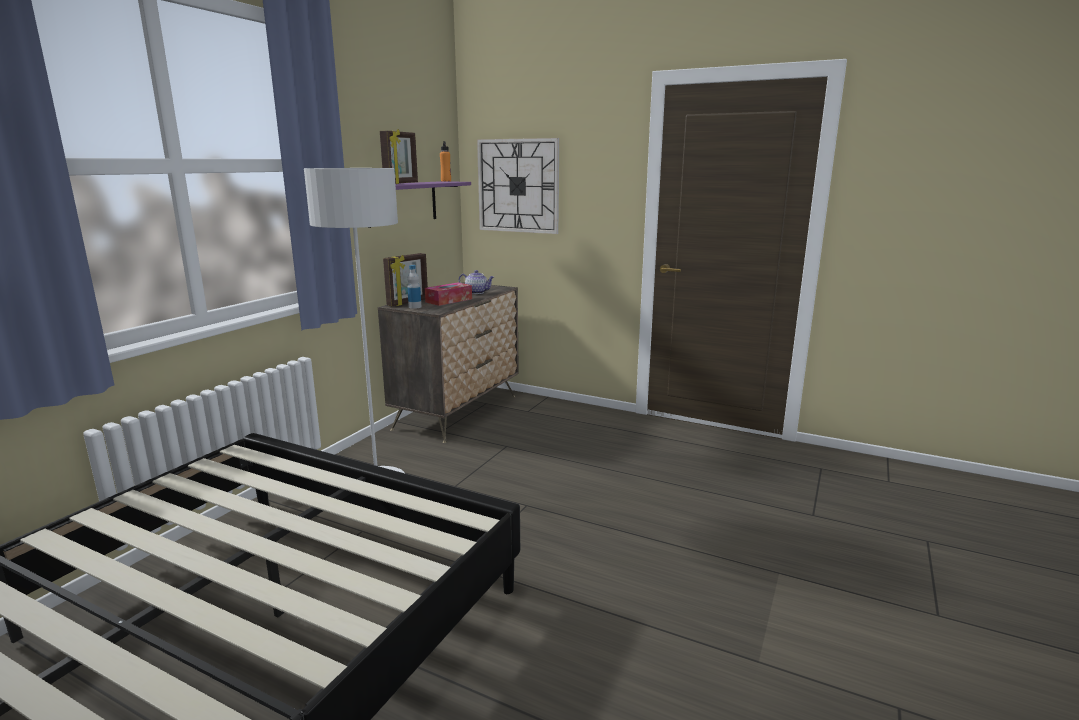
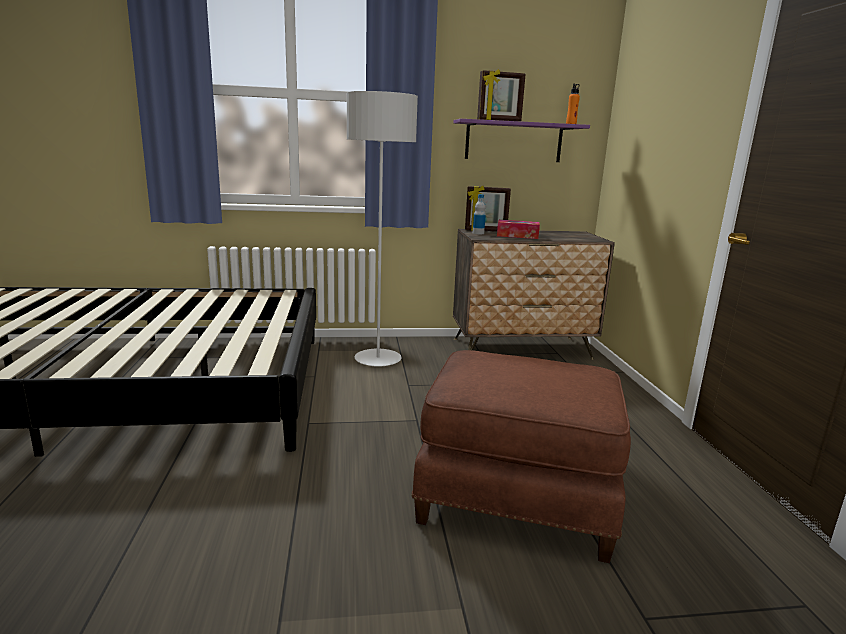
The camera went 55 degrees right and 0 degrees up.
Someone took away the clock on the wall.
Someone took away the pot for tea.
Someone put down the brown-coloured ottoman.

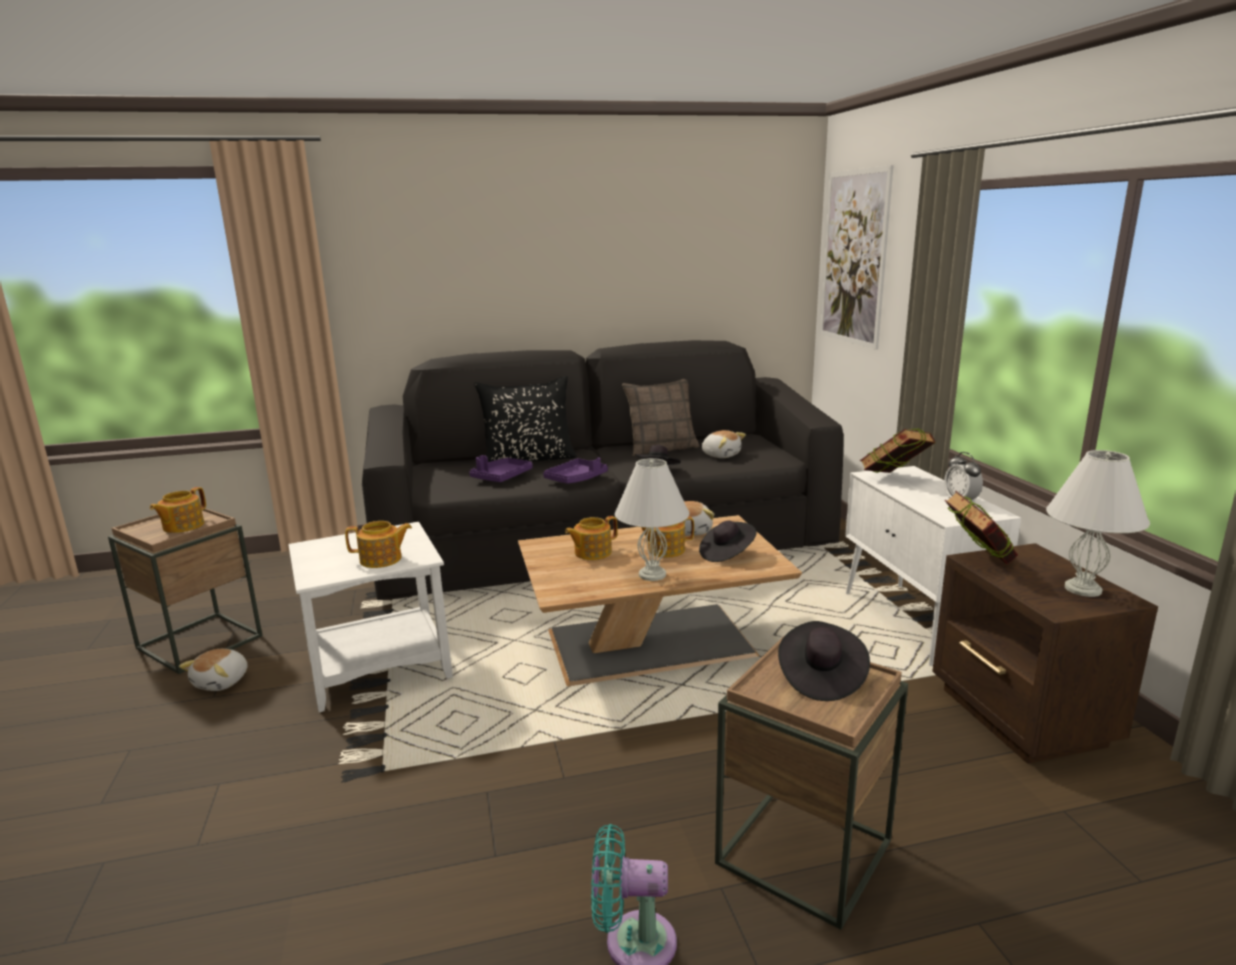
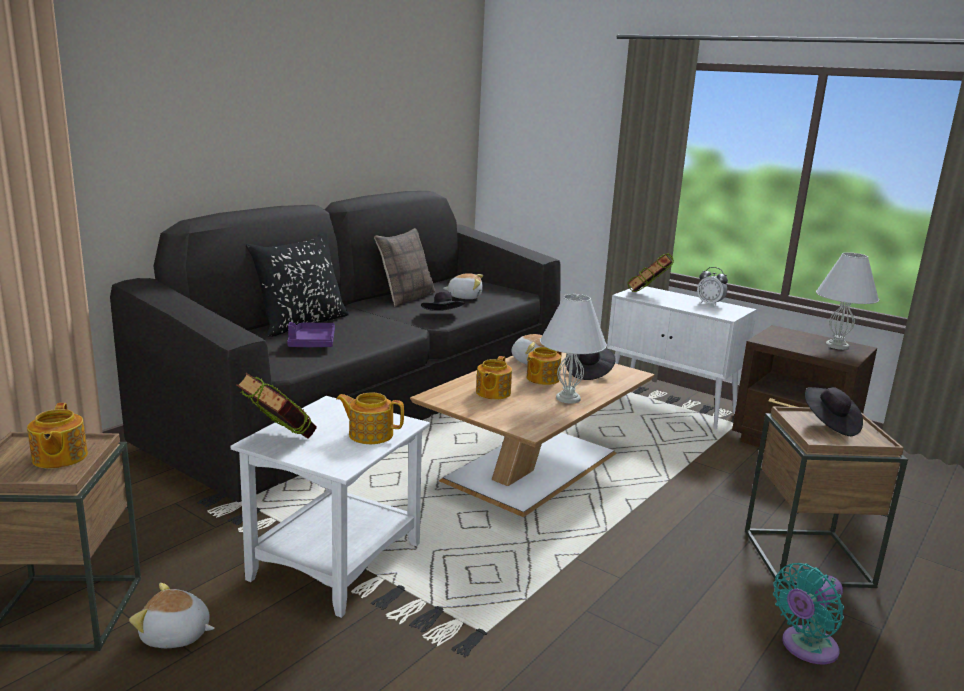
The camera went 40 degrees left and 0 degrees up.
Someone took away the wall picture.
Someone took away the purple serving tray (no. 2 from left).
Someone carried the volume (no. 2 from left in the first image).
Someone rotated the pot for tea (no. 2 from left) by 120 degrees counterclockwise.
Someone rotated the cuddly toy (no. 1 from left) by 120 degrees clockwise.

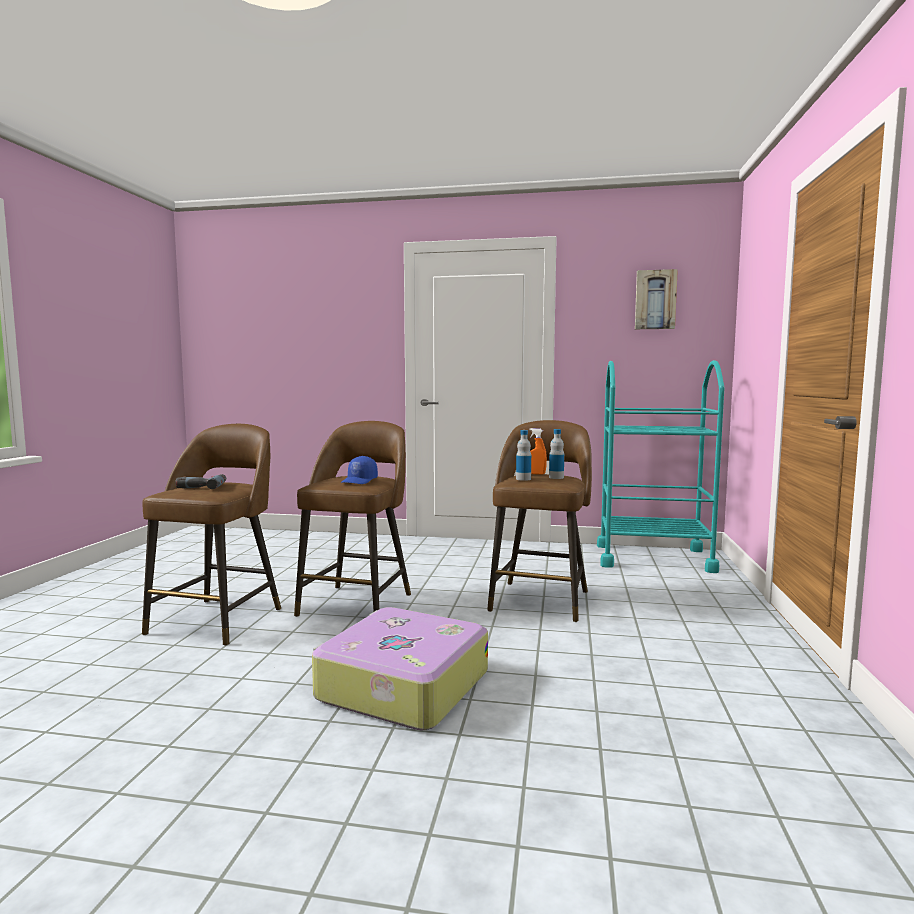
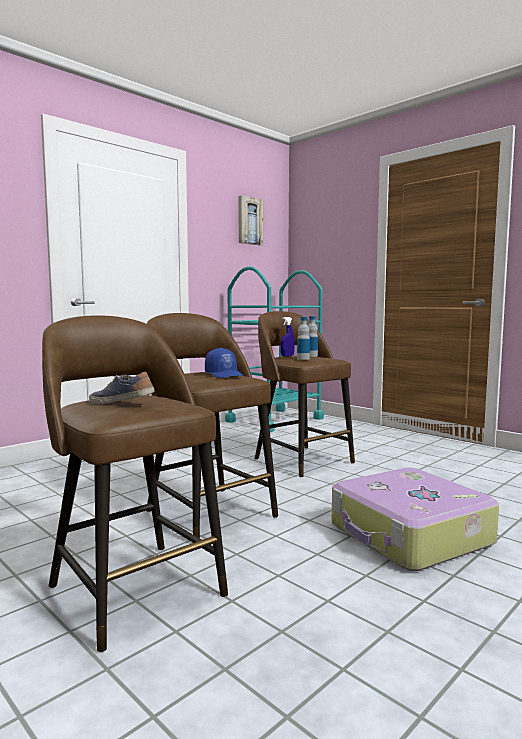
The camera went 55 degrees left and 0 degrees up.
Someone repainted the orangey spray bottle, which became the blue spray bottle.
Someone swapped the electric drill for the item of footwear.

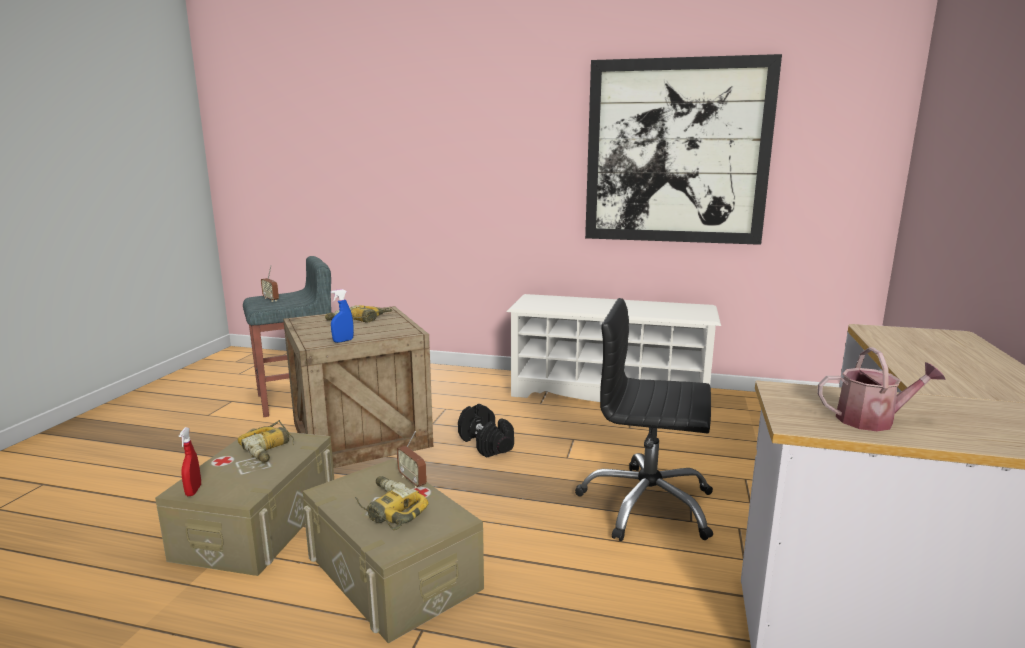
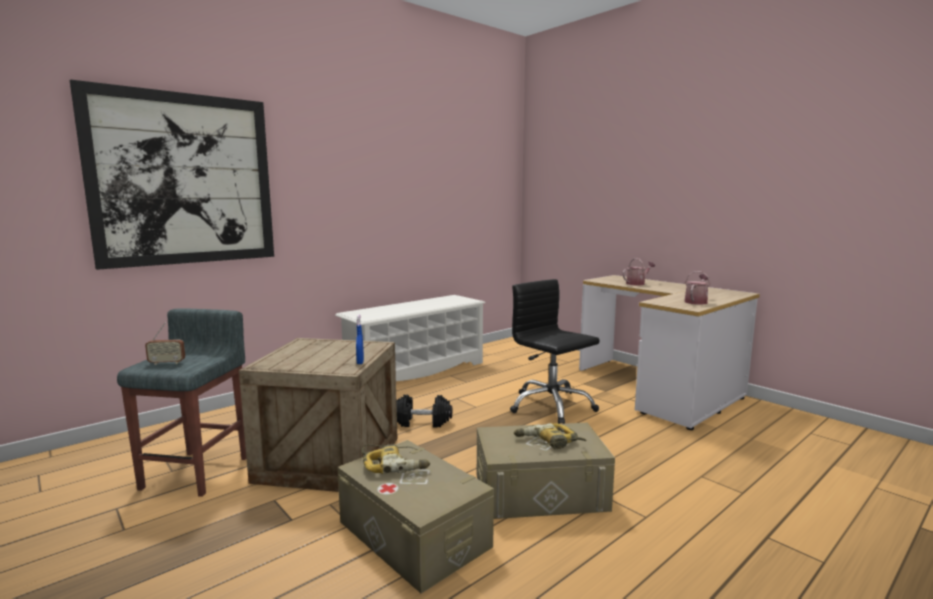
The camera went 55 degrees left and 5 degrees down.
Someone carried the wall picture.
Someone rotated the black desk chair by 90 degrees clockwise.
Someone took away the electric drill (no. 2 from left).
Someone took away the red spray bottle.
Someone took away the radio (no. 2 from left).
Someone put down the watering pot (no. 1 from left).

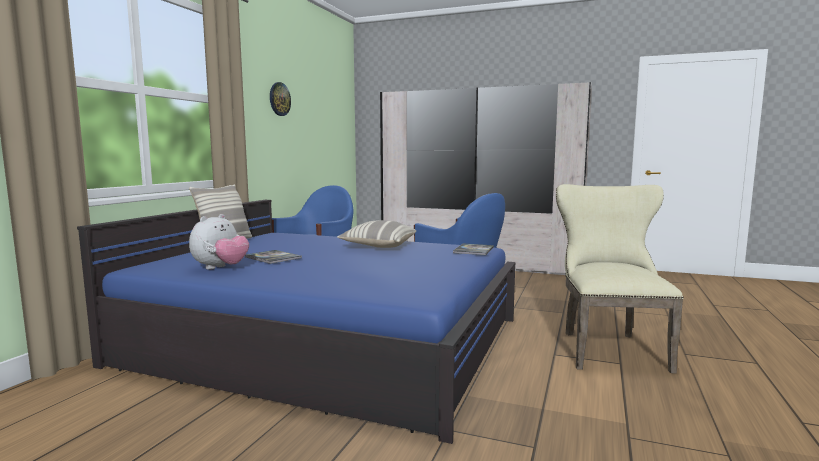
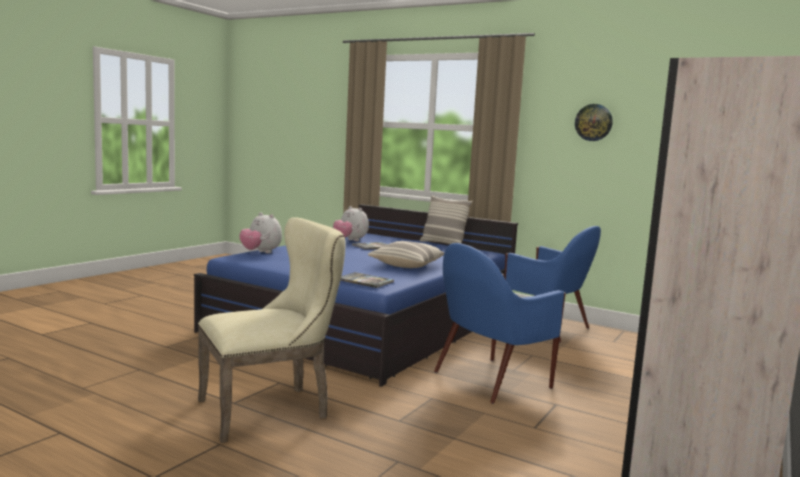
The camera went 100 degrees right and 0 degrees up.
Someone rotated the sand-coloured chair by 45 degrees counterclockwise.
Someone put down the cuddly toy (no. 1 from left).

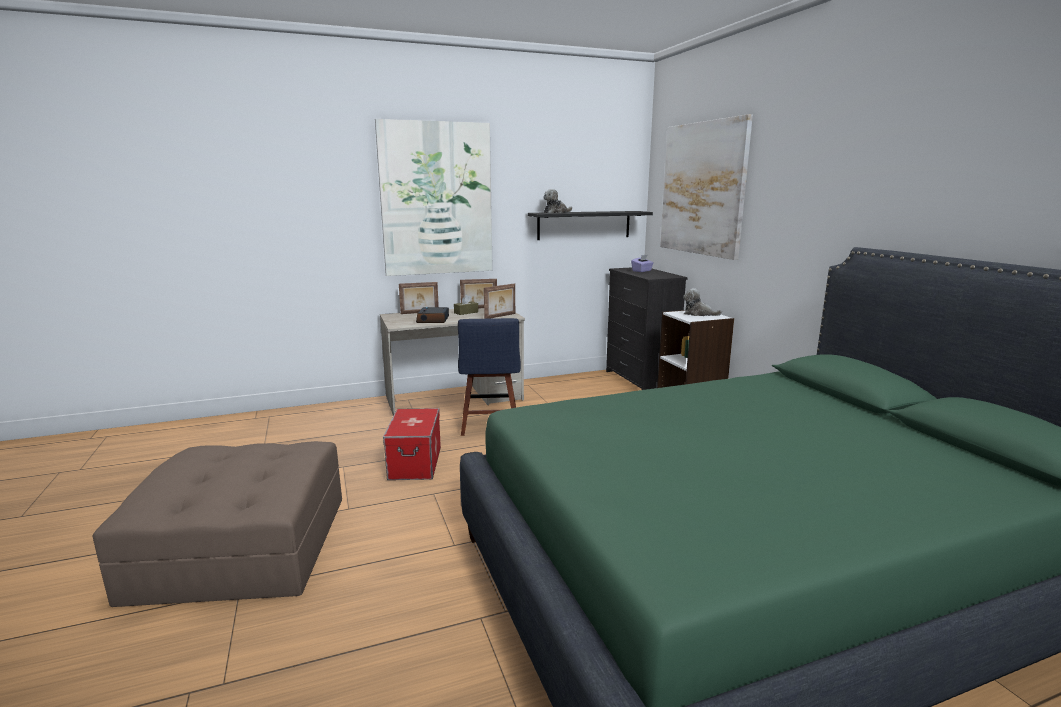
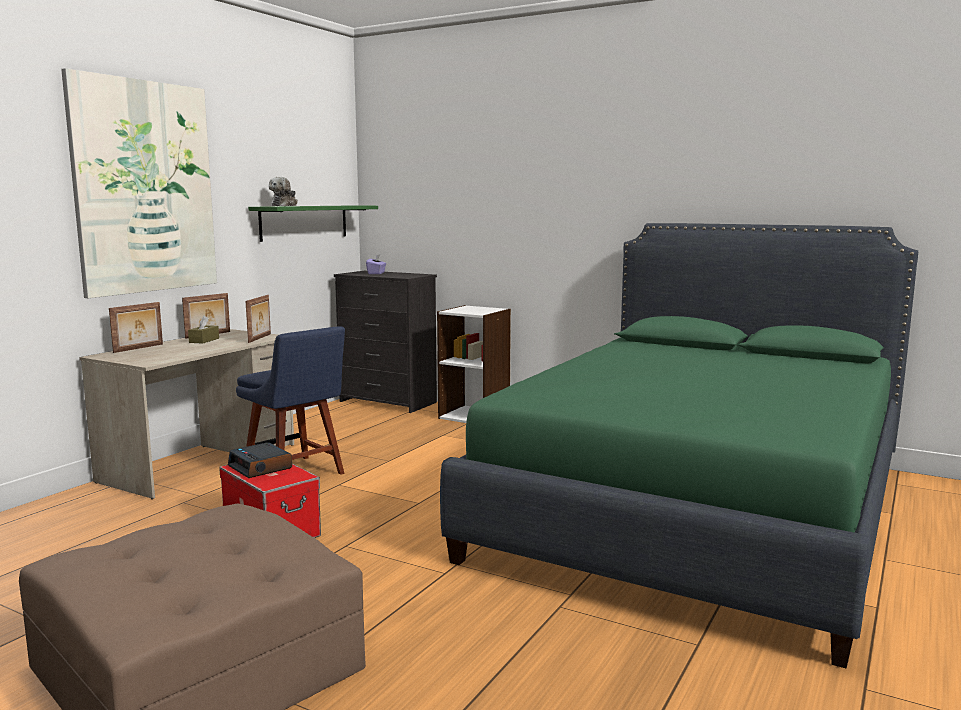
The camera went 40 degrees left and 5 degrees down.
Someone took away the wall picture (no. 2 from left).
Someone repainted the black wall shelf, which became the greenish wall shelf.
Someone took away the cuddly toy (no. 2 from left).
Someone carried the alarm clock.

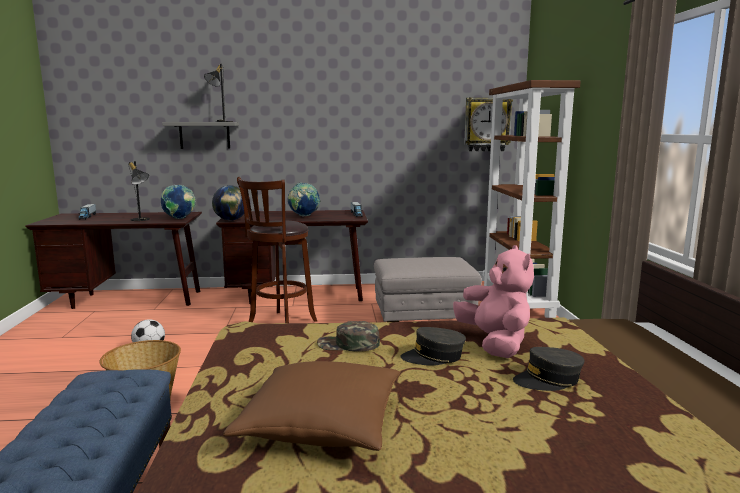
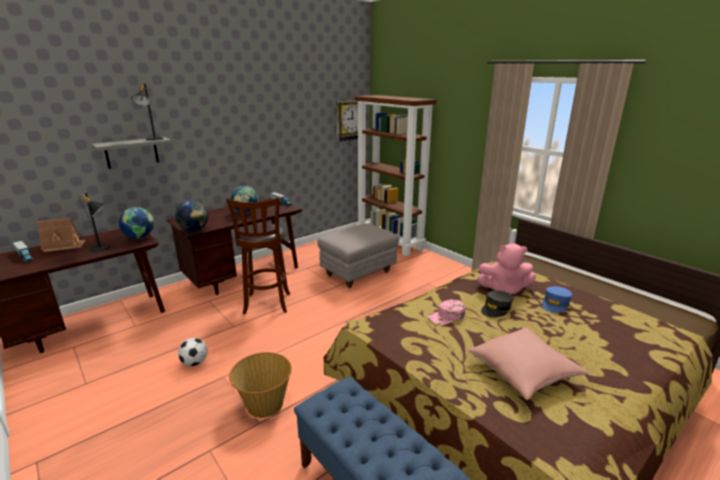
The camera went 35 degrees left and 10 degrees up.
Someone rotated the pink cuddly toy by 150 degrees clockwise.
Someone repainted the greenish baseball cap, which became the pink baseball cap.
Someone repainted the gray baseball cap (no. 2 from left), which became the blue baseball cap.
Someone repainted the brown-coloured throw pillow, which became the pink throw pillow.
Someone put down the toy house.

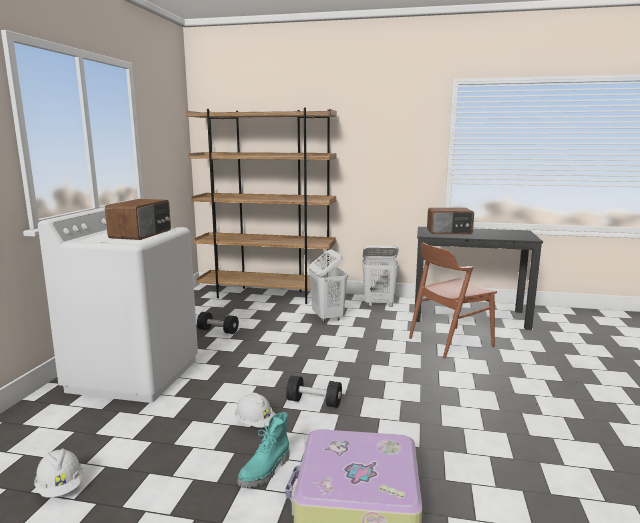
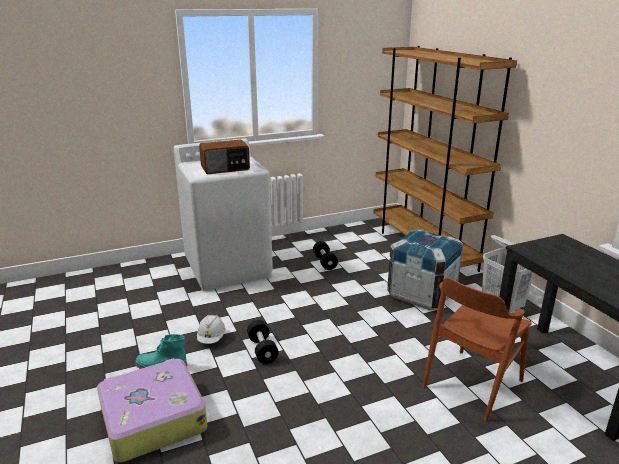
The camera went 55 degrees right and 10 degrees up.
Someone took away the radio (no. 2 from left).
Someone rotated the brown-coloured chair by 75 degrees counterclockwise.
Someone swapped the whitish laundry basket (no. 1 from left) for the packing crate.
Someone took away the whitish hard hat (no. 1 from left).

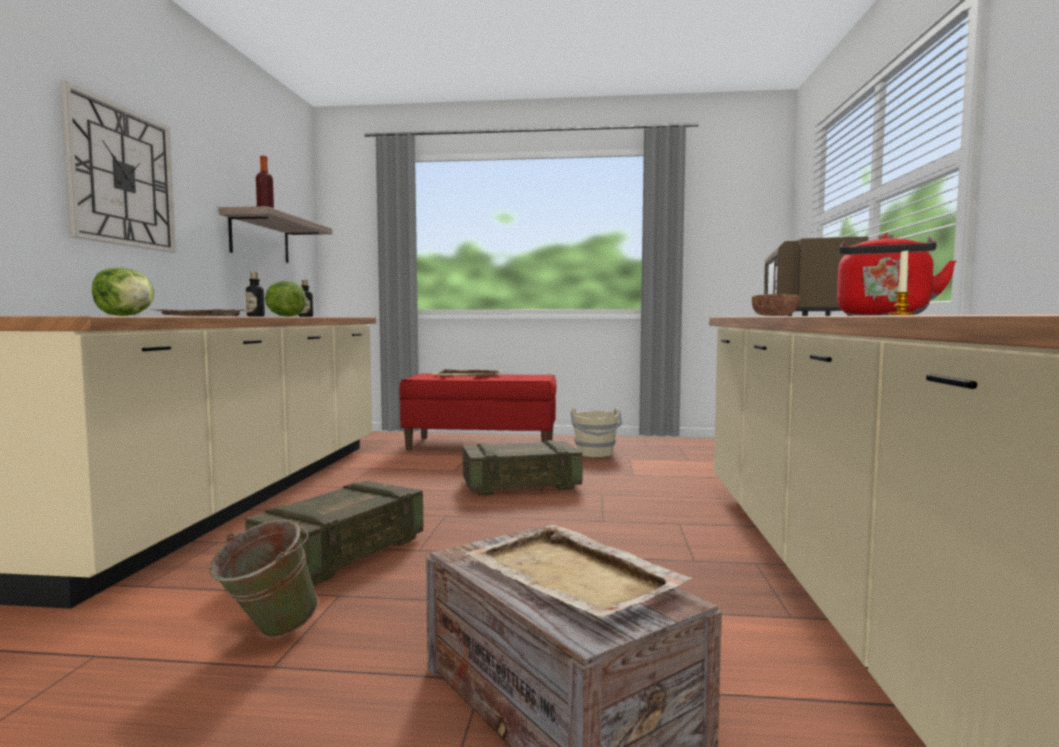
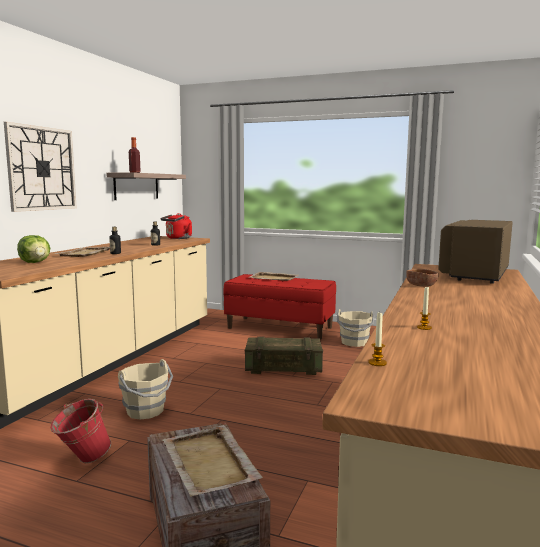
The camera went 15 degrees right and 5 degrees up.
Someone carried the red kettle.
Someone took away the head of lettuce (no. 2 from left).
Someone swapped the packing crate (no. 1 from left) for the sand-coloured pail (no. 1 from left).
Someone repainted the greenish pail, which became the red pail.
Someone put down the wax light (no. 1 from left).

